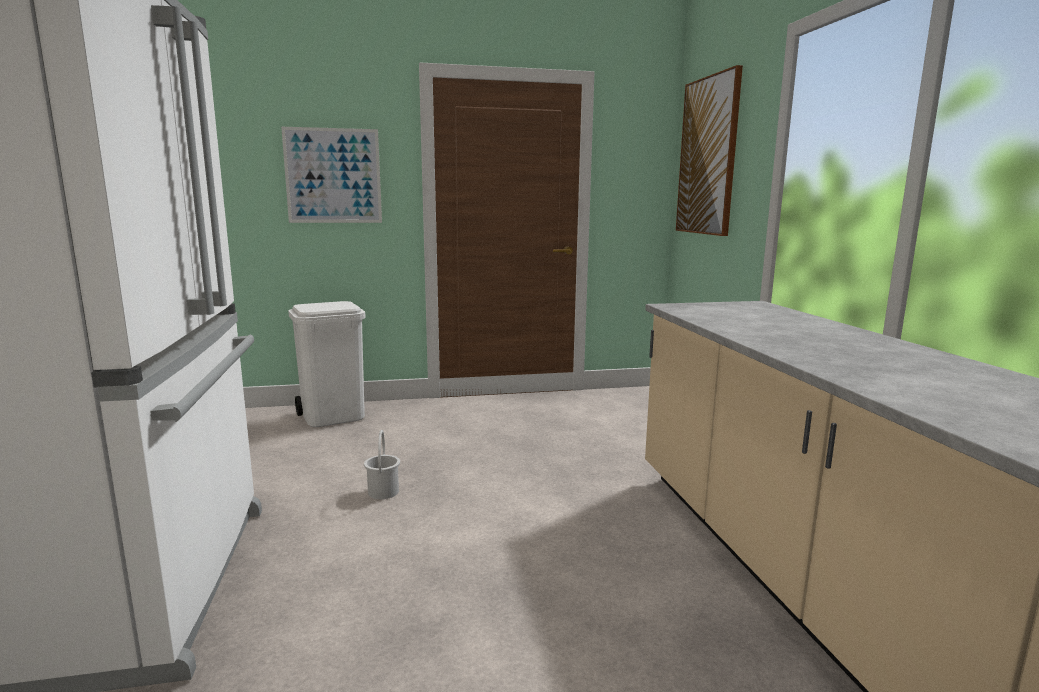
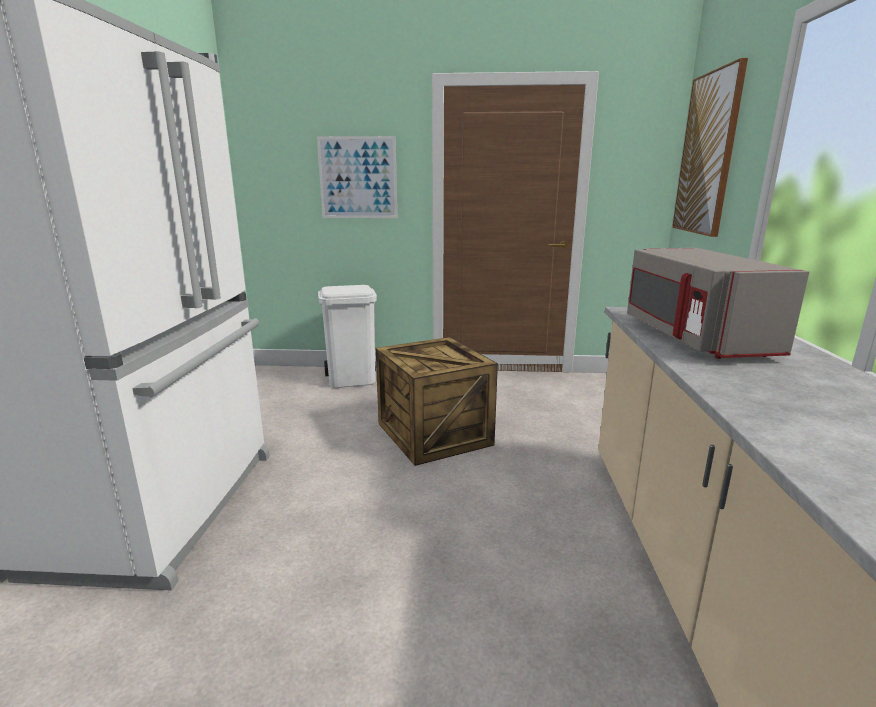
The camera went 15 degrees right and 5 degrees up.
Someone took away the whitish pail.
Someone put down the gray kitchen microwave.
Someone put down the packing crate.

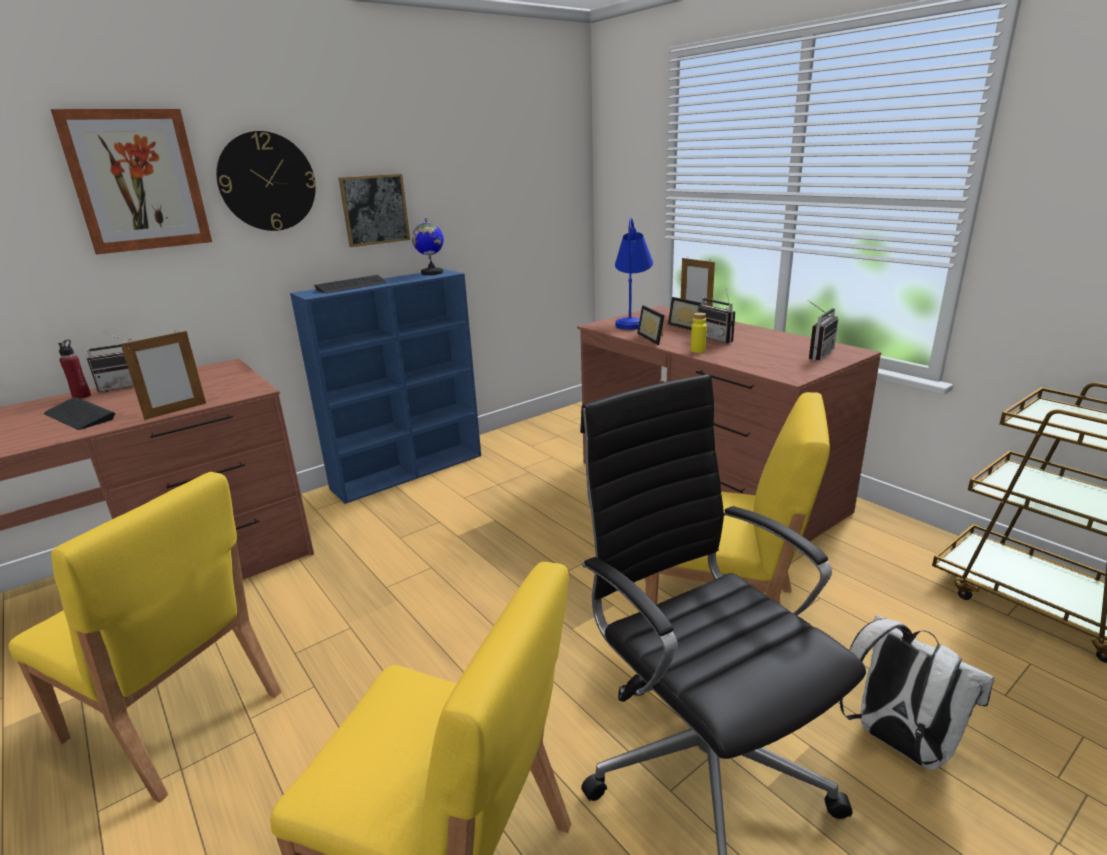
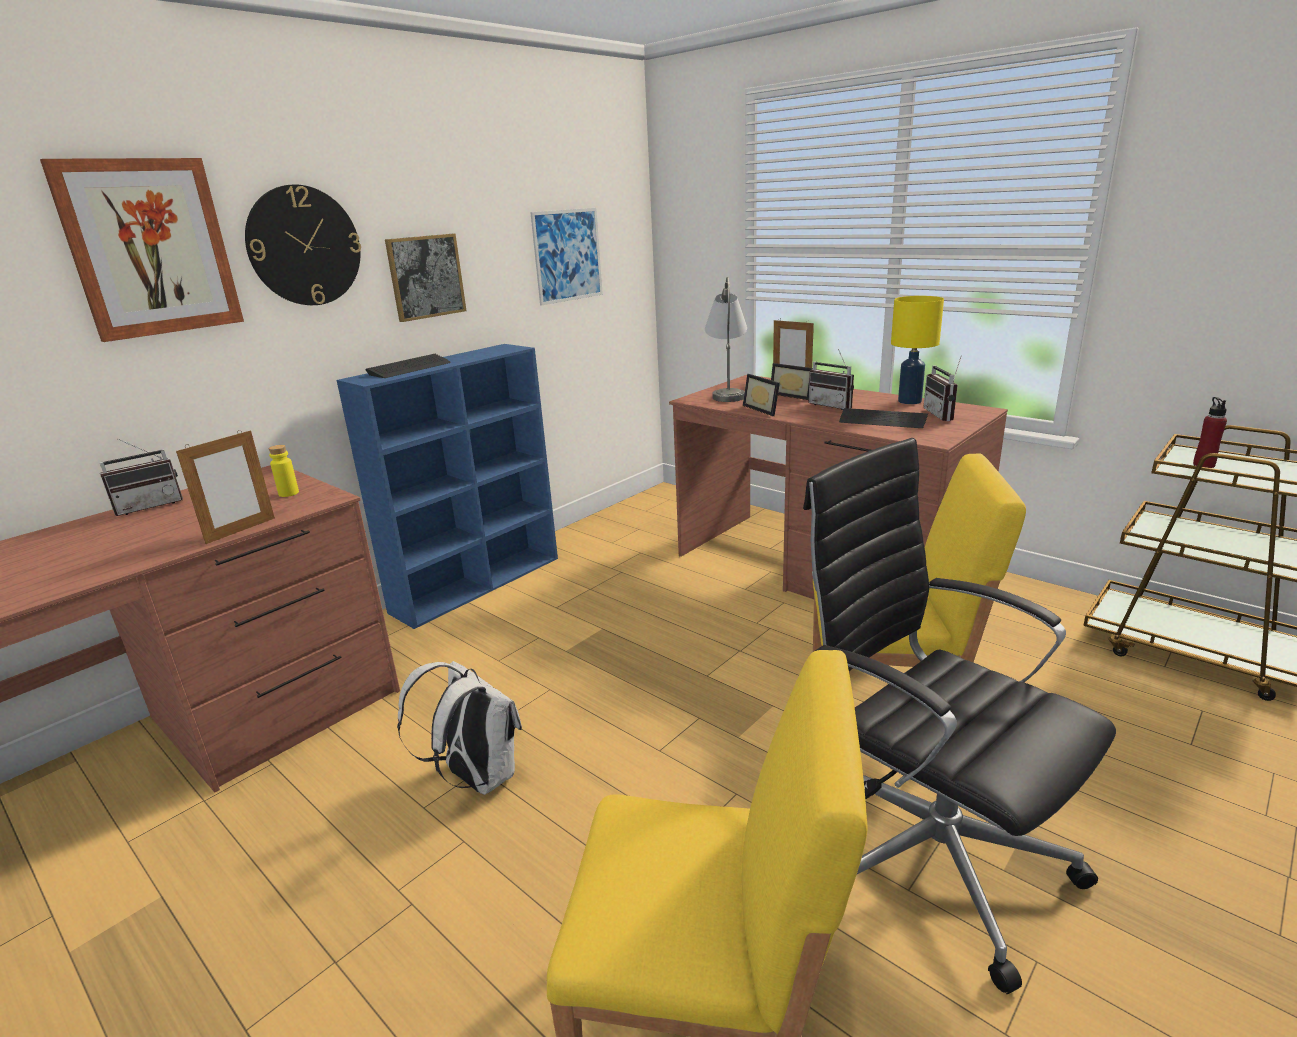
The camera went 10 degrees left and 0 degrees up.
Someone took away the desk globe.
Someone repainted the blue lamp for a table, which became the gray lamp for a table.
Someone rotated the radio (no. 3 from left) by 150 degrees clockwise.
Someone carried the yellow beverage bottle.
Someone carried the red beverage bottle.
Someone carried the PC keyboard (no. 1 from left in the first image).
Someone took away the yellow chair (no. 1 from left).
Someone carried the whitish backpack.
Someone put up the wall picture (no. 3 from left).
Someone put down the yellow lamp for a table.

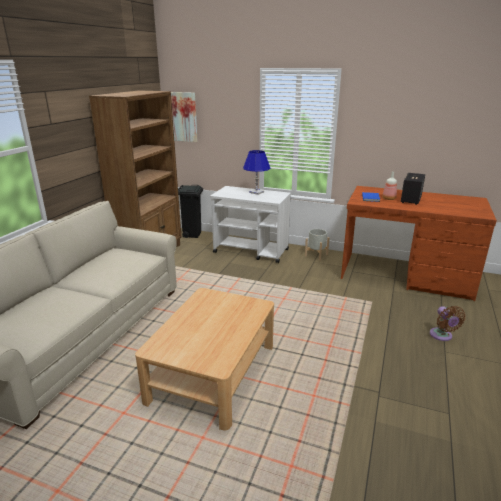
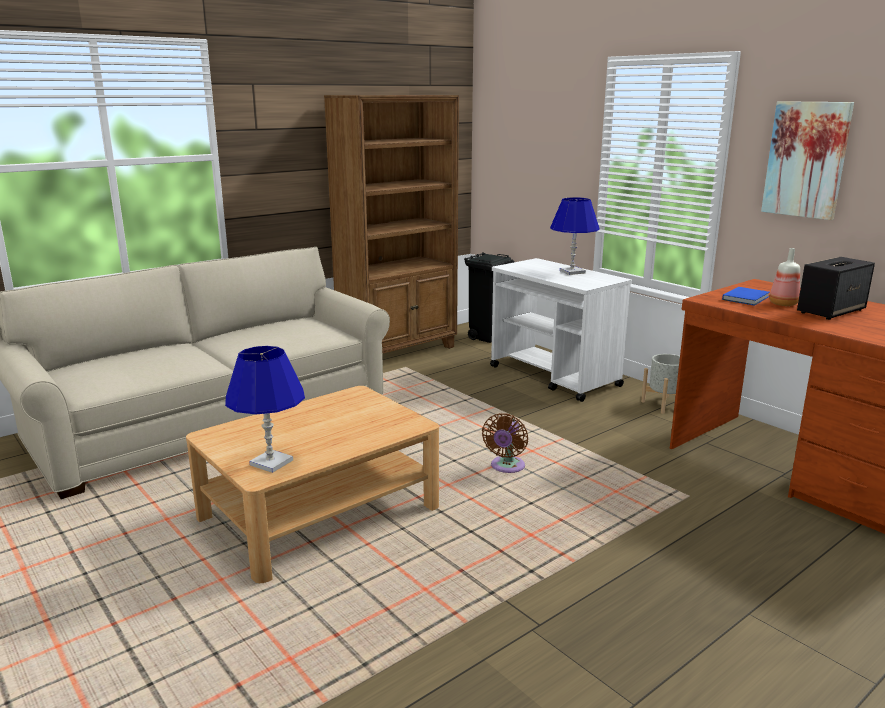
The camera went 30 degrees right and 5 degrees down.
Someone carried the wall picture.
Someone carried the brown-coloured fan.
Someone put down the blue lamp for a table (no. 1 from left).

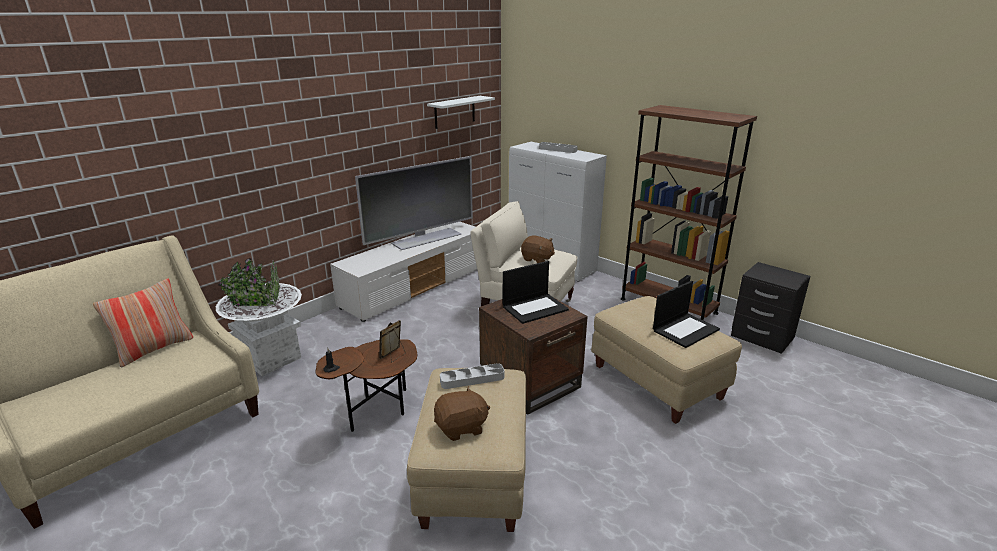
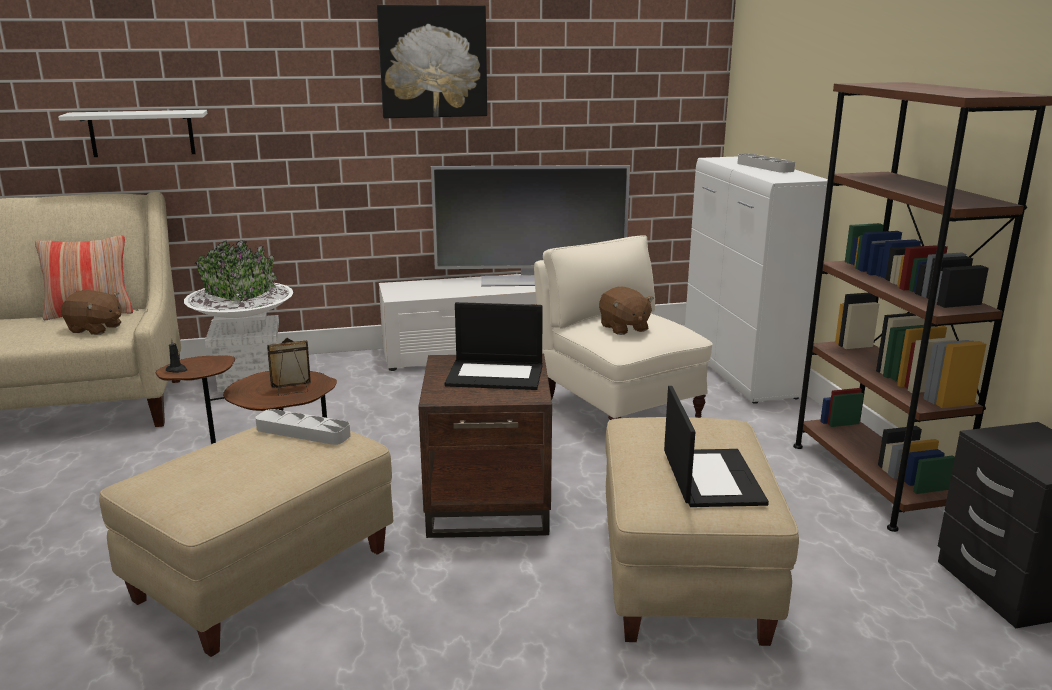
The camera went 35 degrees right and 5 degrees down.
Someone carried the whitish wall shelf.
Someone rotated the portable computer (no. 2 from left) by 90 degrees counterclockwise.
Someone carried the brown-coloured cuddly toy (no. 1 from left).
Someone put up the wall picture.

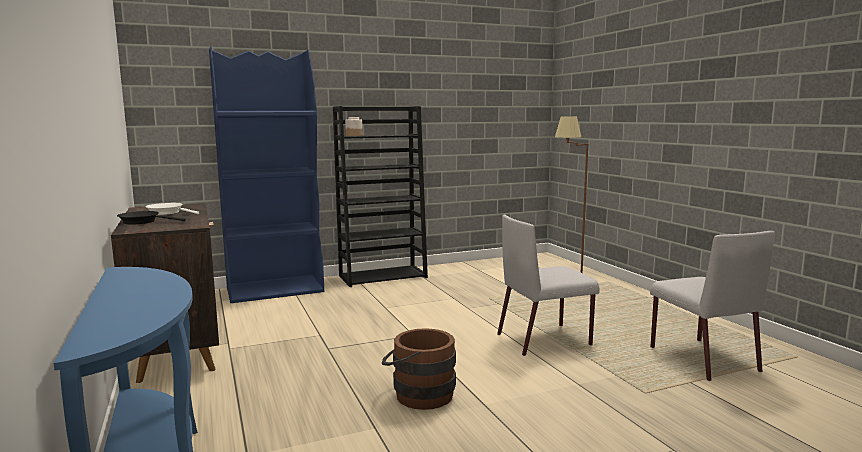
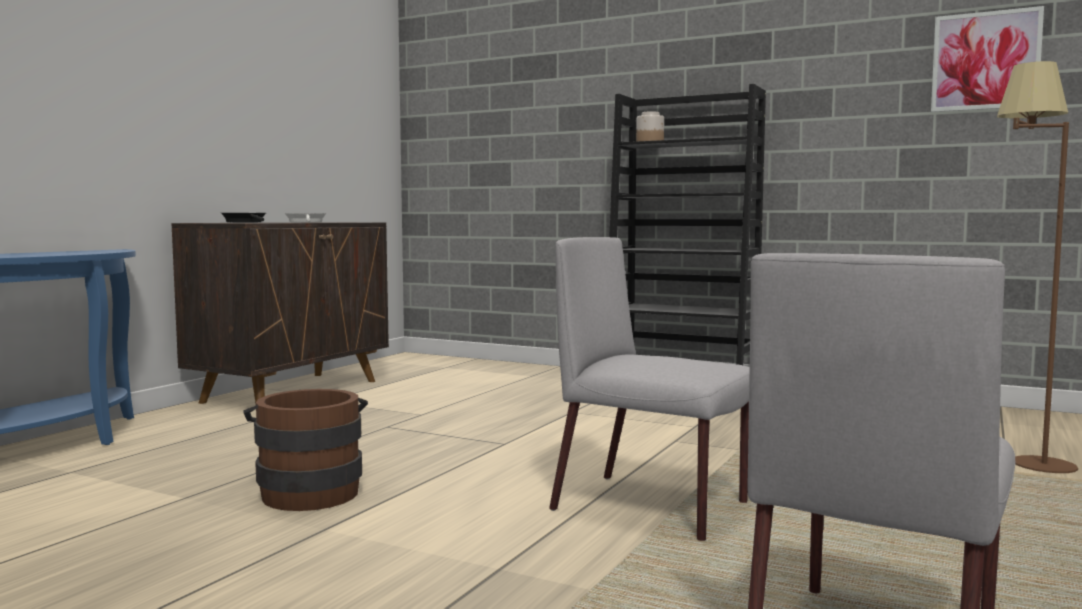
The camera went 50 degrees right and 5 degrees down.
Someone took away the blue bookshelf.
Someone put up the wall picture.

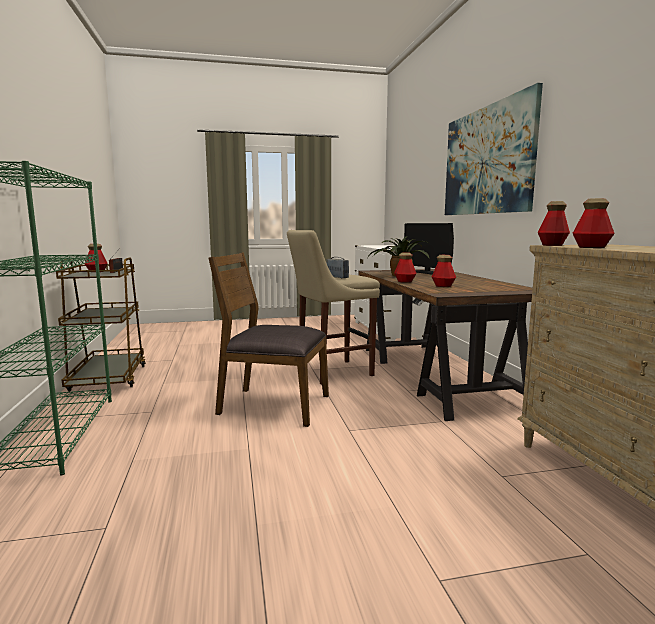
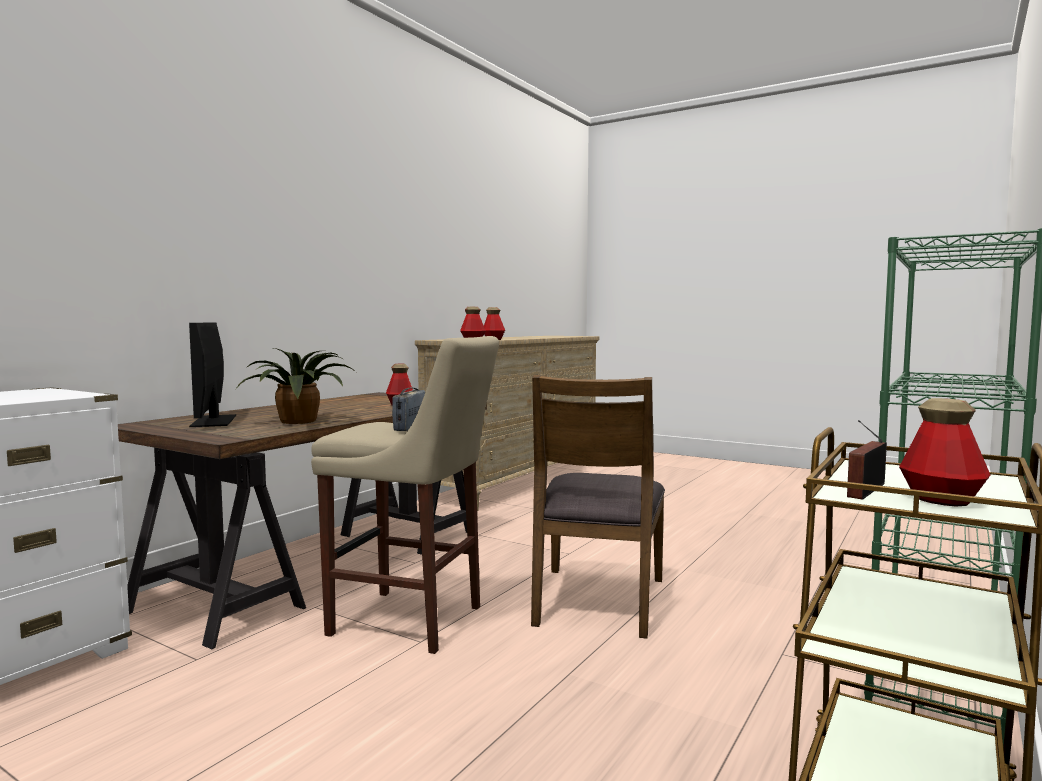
The camera went 135 degrees left and 5 degrees down.
Someone took away the wall picture.
Someone rotated the computer screen by 150 degrees clockwise.
Someone rotated the brown-coloured chair by 45 degrees clockwise.
Someone took away the beverage bottle (no. 2 from left).

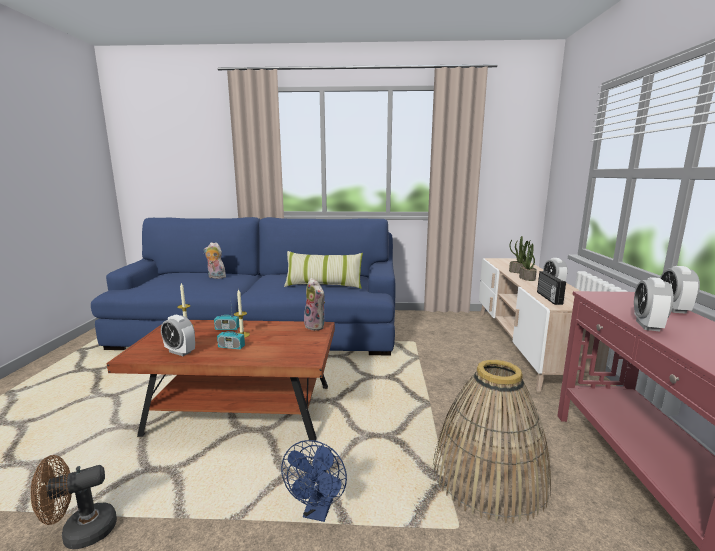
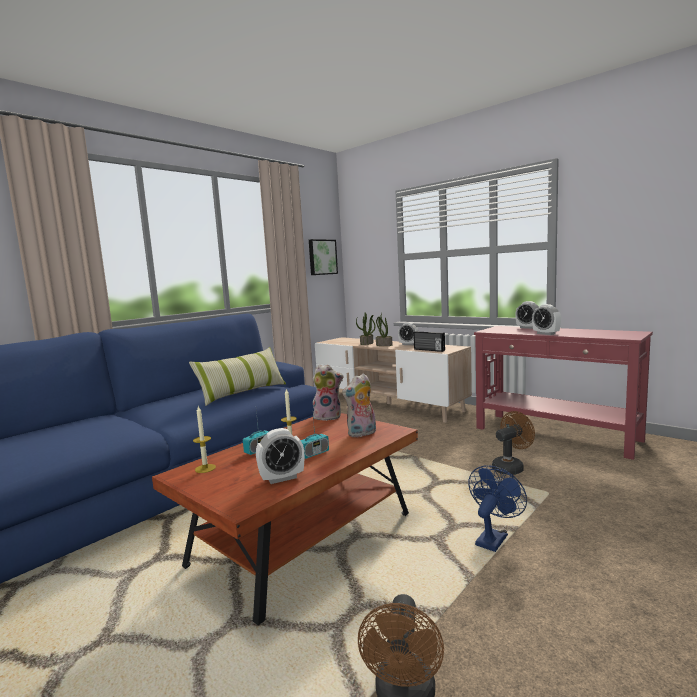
The camera went 50 degrees left and 5 degrees down.
Someone carried the cuddly toy (no. 1 from left in the first image).
Someone swapped the household basket for the brown-coloured fan (no. 2 from left).
Someone rotated the blue fan by 105 degrees counterclockwise.
Someone put up the wall picture.

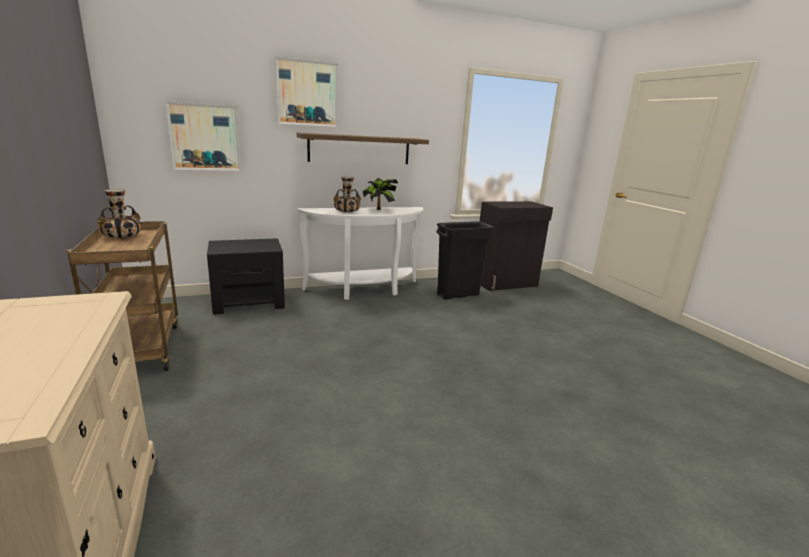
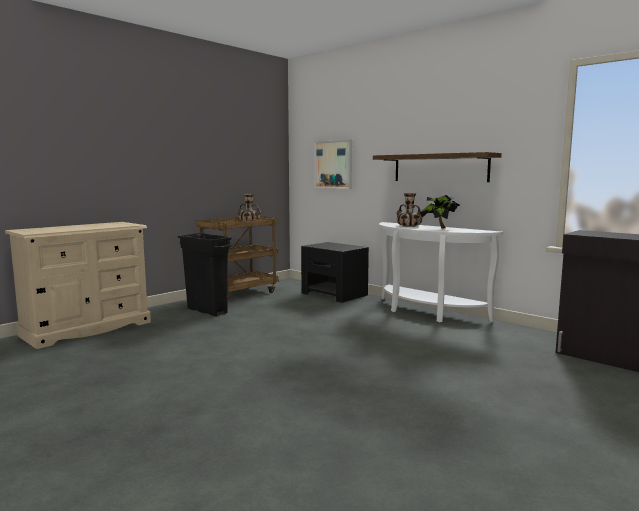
The camera went 65 degrees right and 10 degrees down.
Someone took away the wall picture (no. 2 from left).
Someone carried the black trash can.

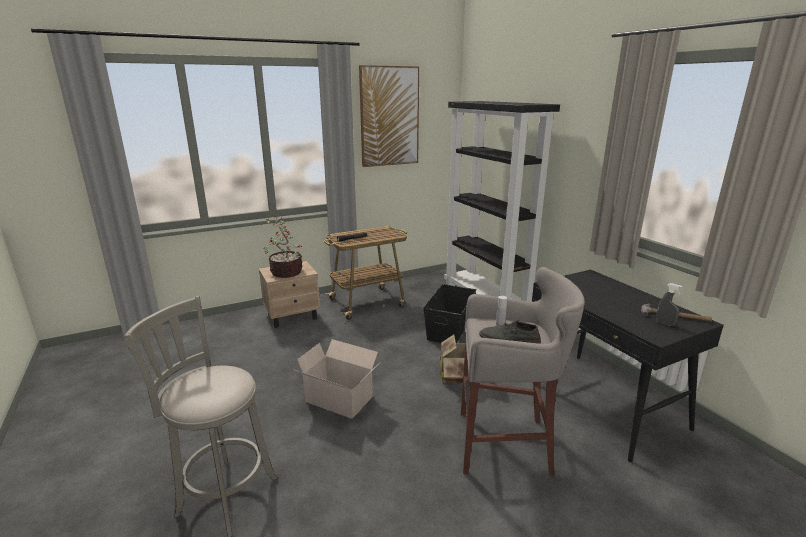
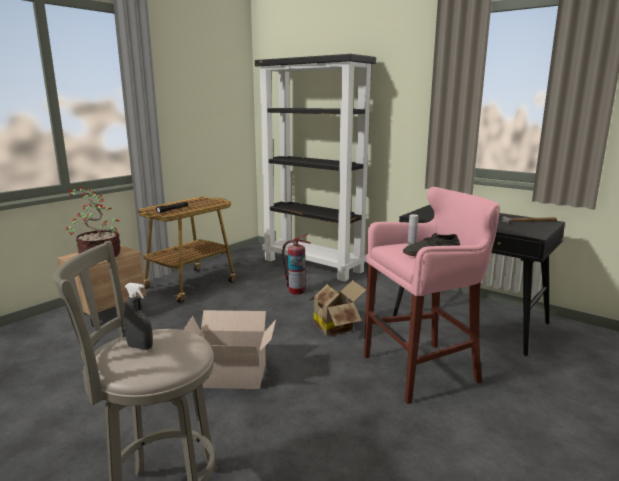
The camera went 25 degrees left and 5 degrees down.
Someone took away the wall picture.
Someone repainted the gray stool (no. 2 from left), which became the pink stool.
Someone carried the gray spray bottle.
Someone swapped the black storage box for the fire-fighting cylinder.

